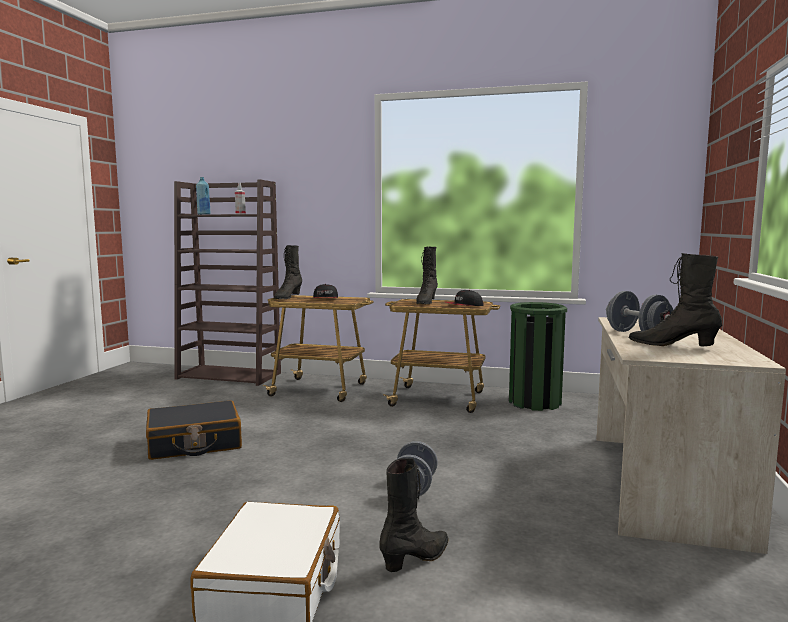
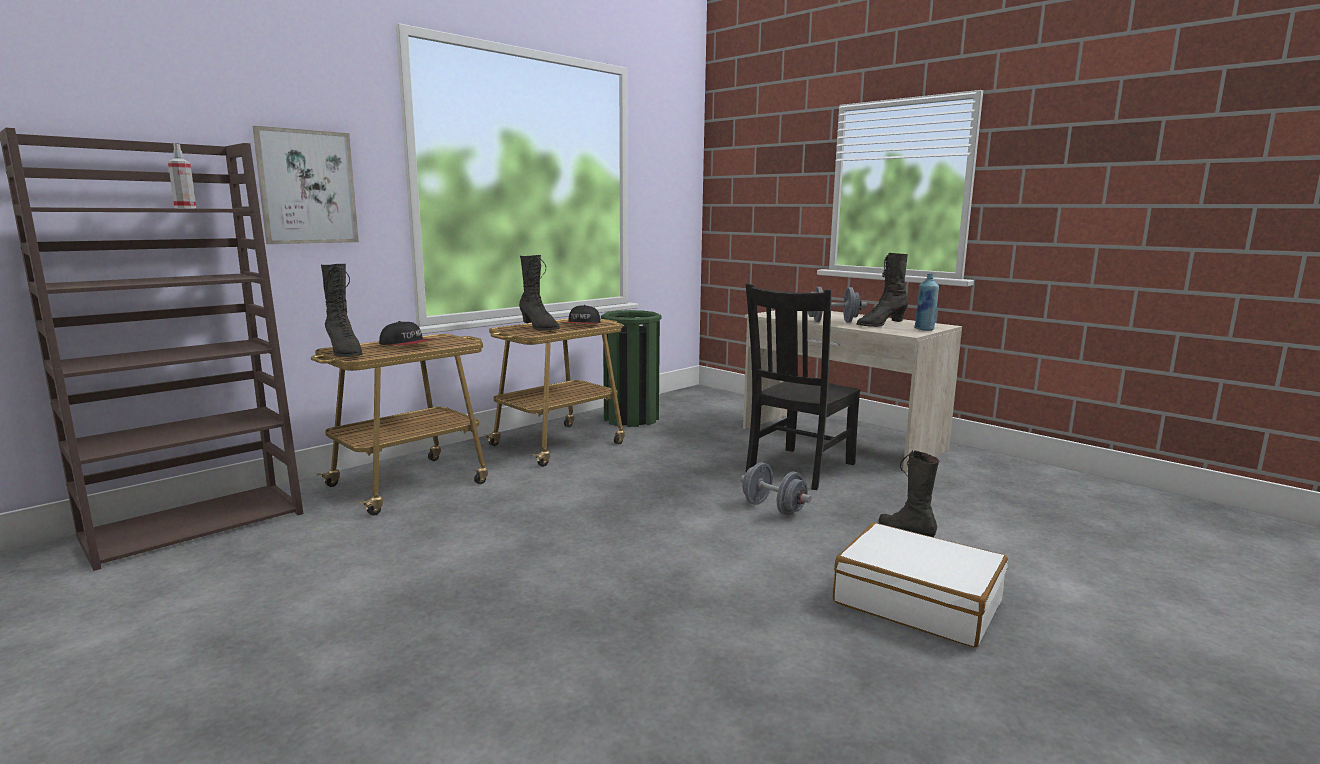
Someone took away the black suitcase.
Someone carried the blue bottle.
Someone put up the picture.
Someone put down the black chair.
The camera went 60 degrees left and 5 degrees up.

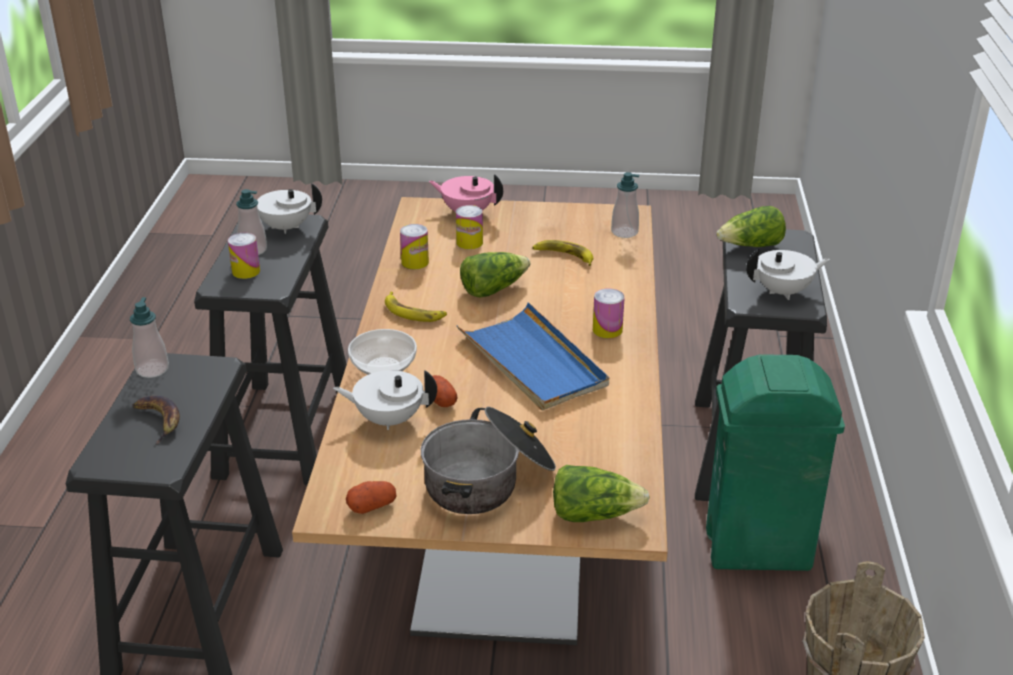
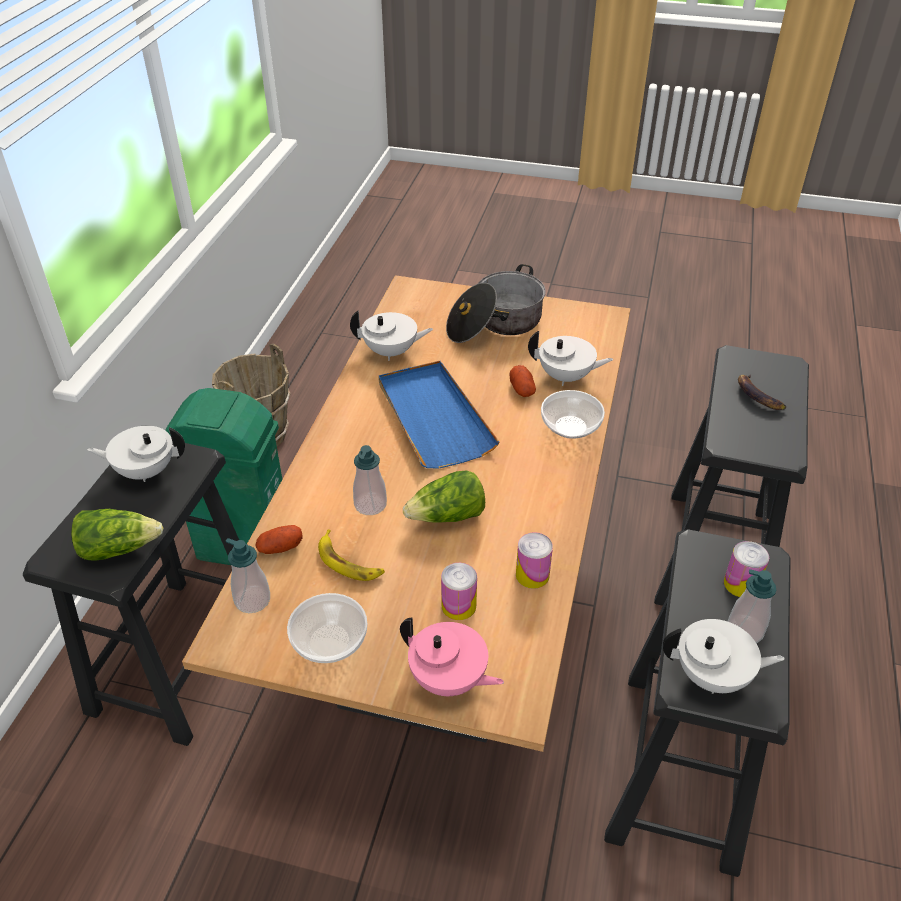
Someone carried the soap dispenser (1st from left in the first image).
Someone carried the potato (1st from left).
Someone took away the banana (2nd from left).
Someone took away the lettuce (2nd from left).
Someone took away the can (4th from left).
Someone put down the bowl (1st from left).
Someone put down the white teapot (2nd from left).
The camera went 170 degrees left and 10 degrees up.

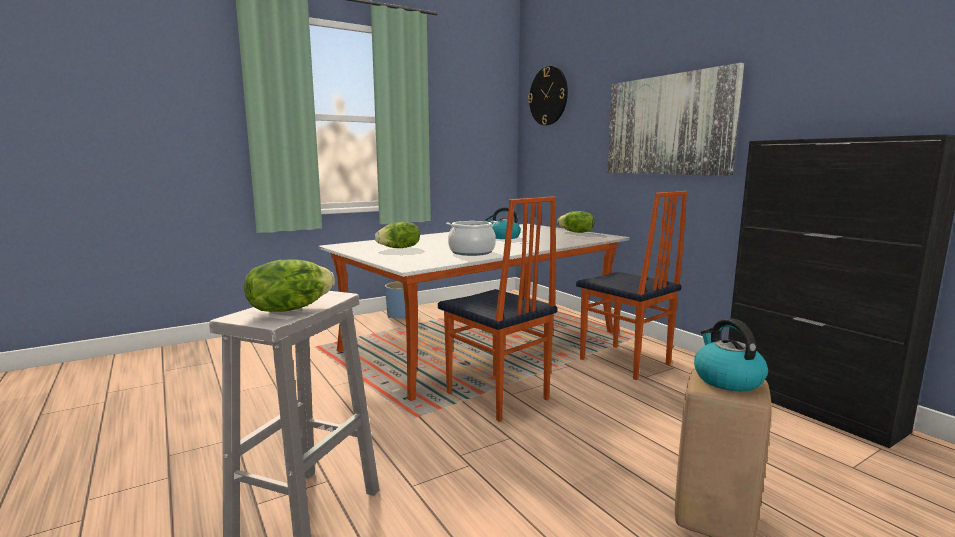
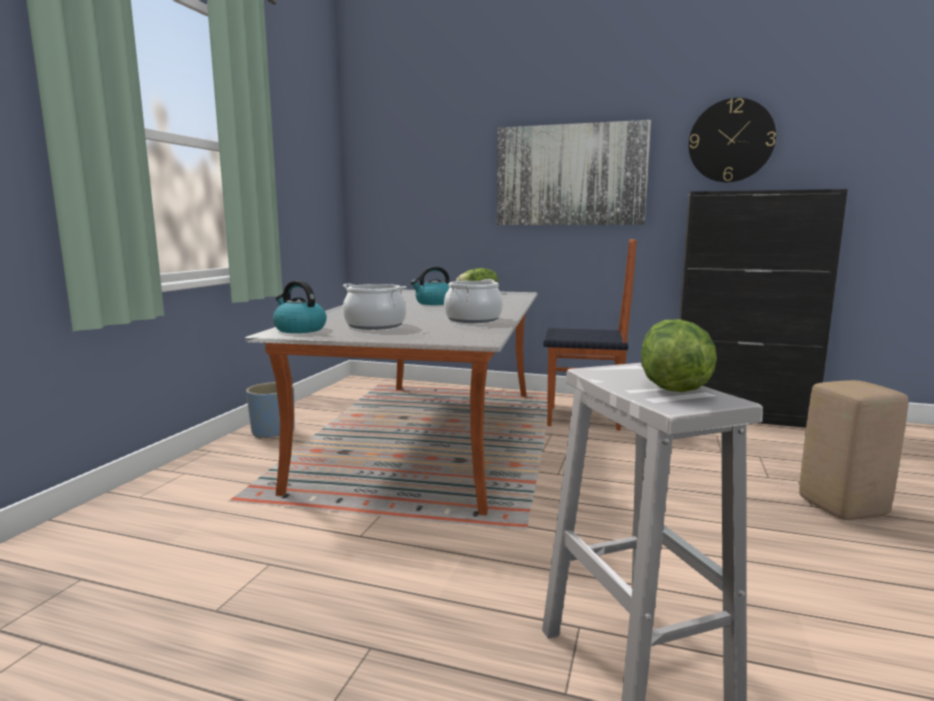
Someone swapped the lettuce (2nd from left) for the cooking pot (1st from left).
Someone took away the chair (1st from left).
Someone carried the wall clock.
Someone carried the kettle (2nd from left in the first image).
The camera went 40 degrees left and 0 degrees up.

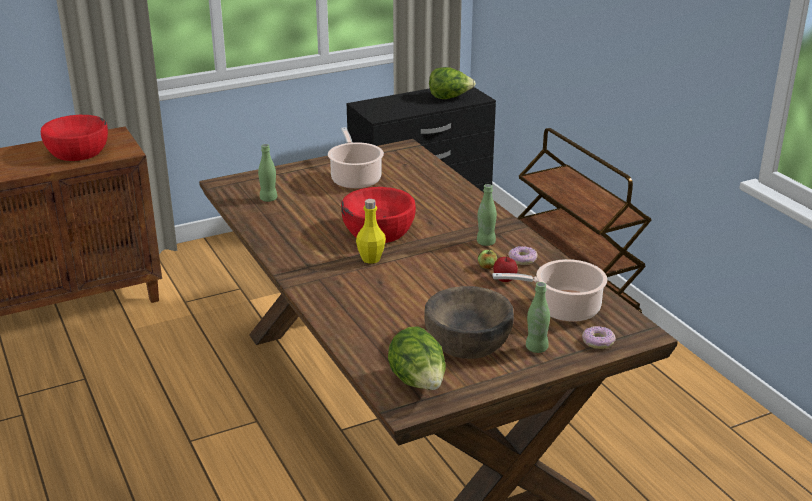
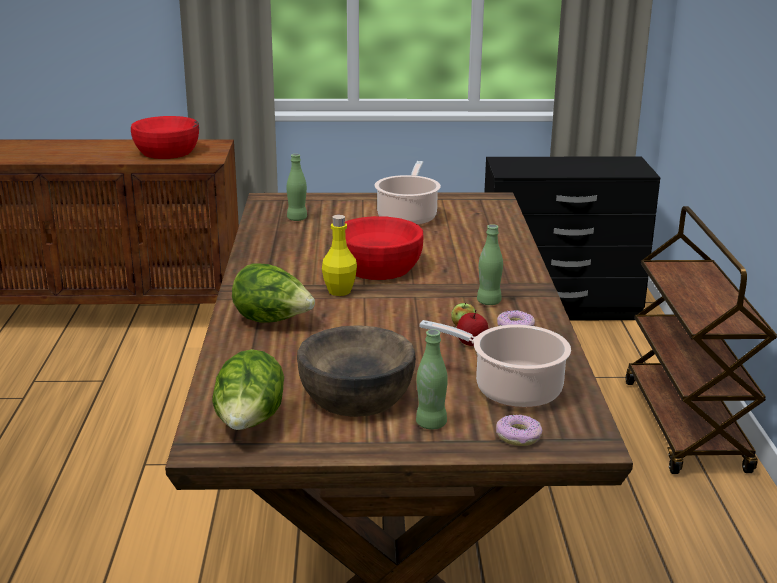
Someone carried the lettuce (2nd from left).
The camera went 25 degrees right and 5 degrees down.

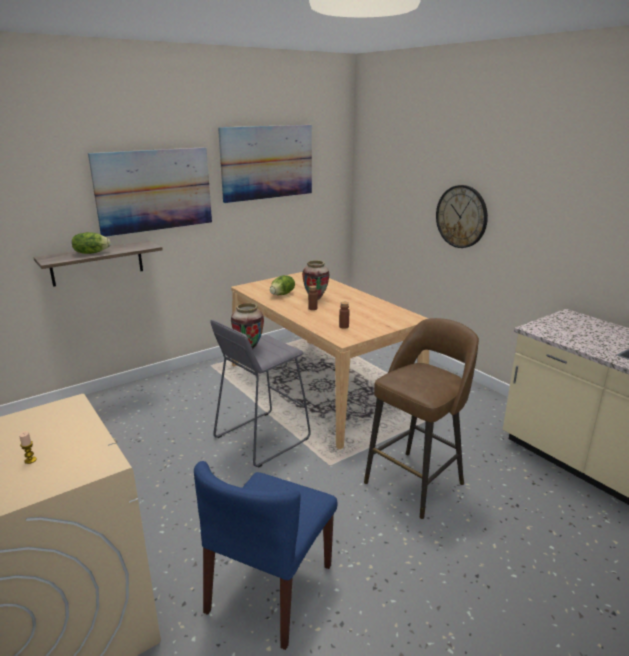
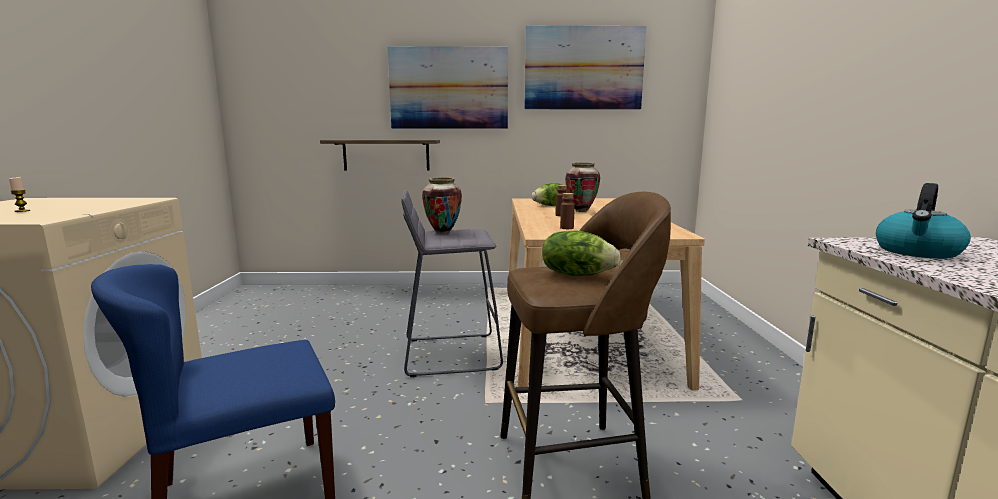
Someone carried the lettuce (1st from left in the first image).
Someone took away the wall clock.
Someone put down the kettle.
The camera went 35 degrees right and 10 degrees down.

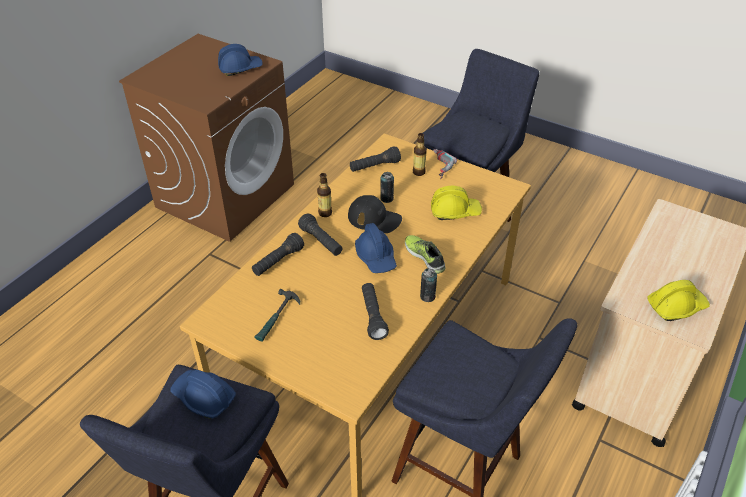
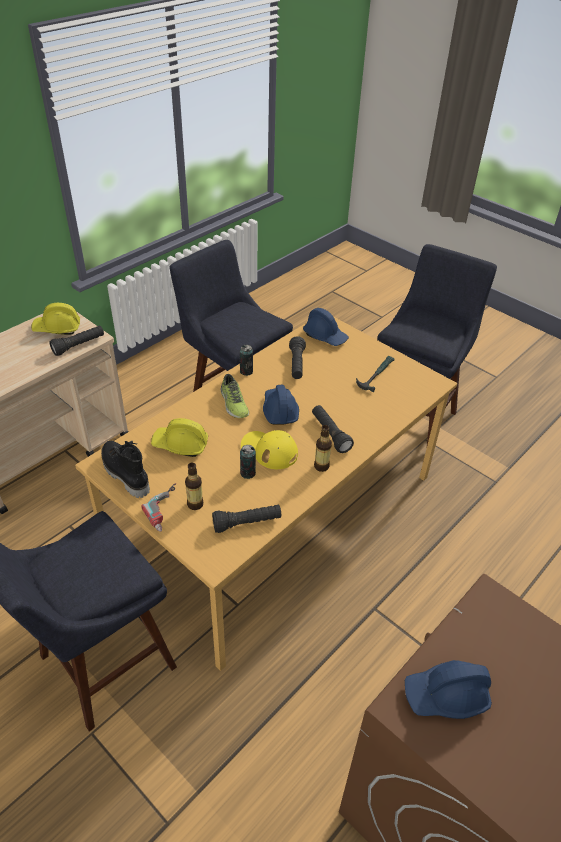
Someone carried the blue hard hat (1st from left in the first image).
Someone carried the black flashlight (1st from left).
Someone repainted the black cap, which became the yellow cap.
Someone put down the black boot.
The camera went 170 degrees left and 0 degrees up.

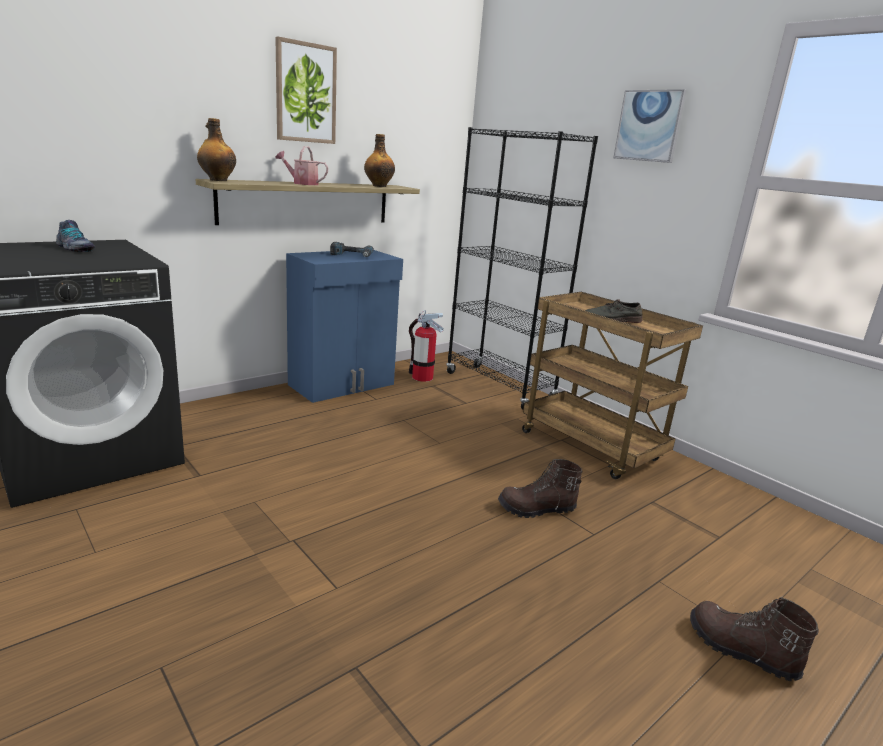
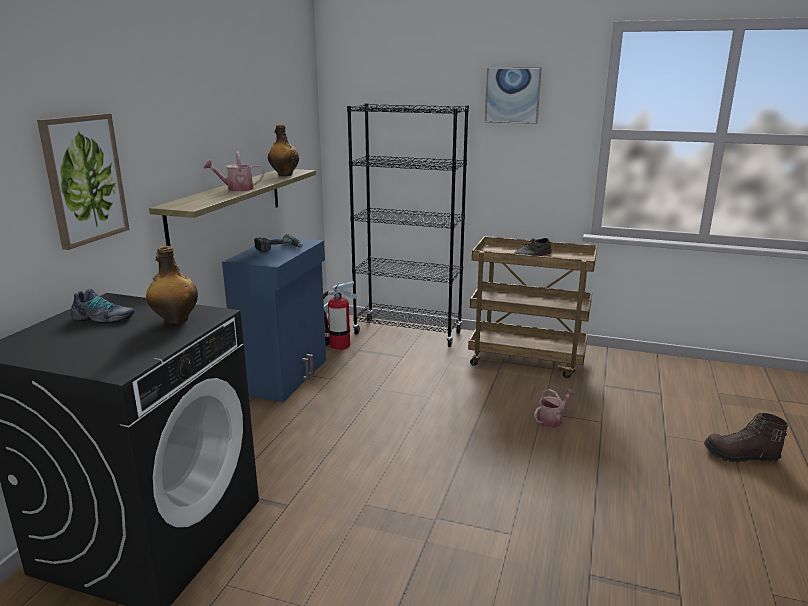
Someone carried the bottle (1st from left).
Someone carried the picture (1st from left).
Someone swapped the brown boot (1st from left) for the watering can (2nd from left).
The camera went 30 degrees left and 0 degrees up.

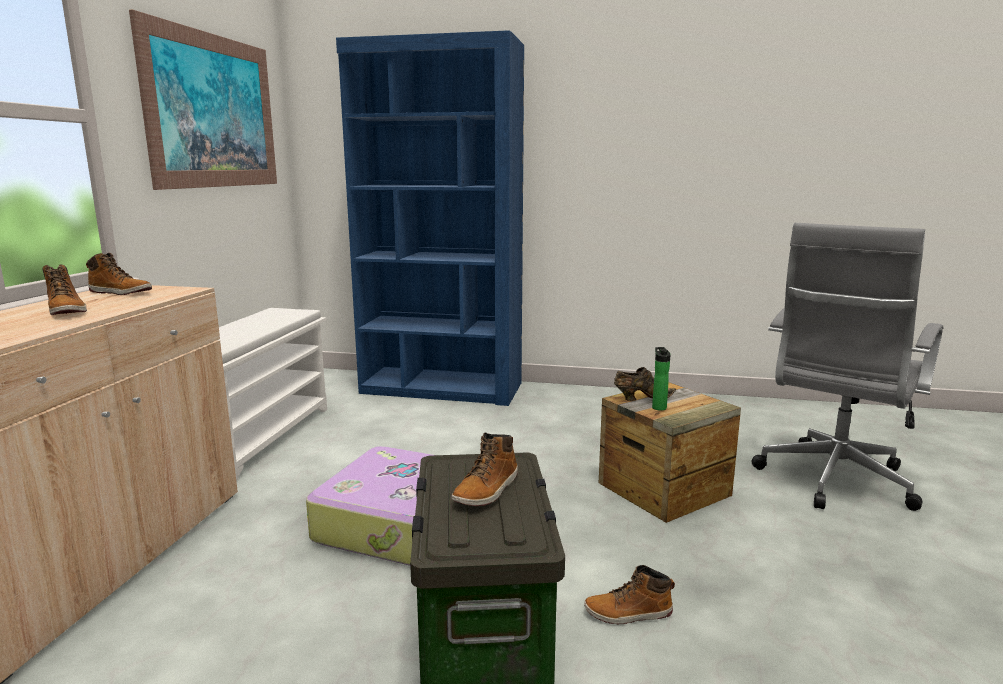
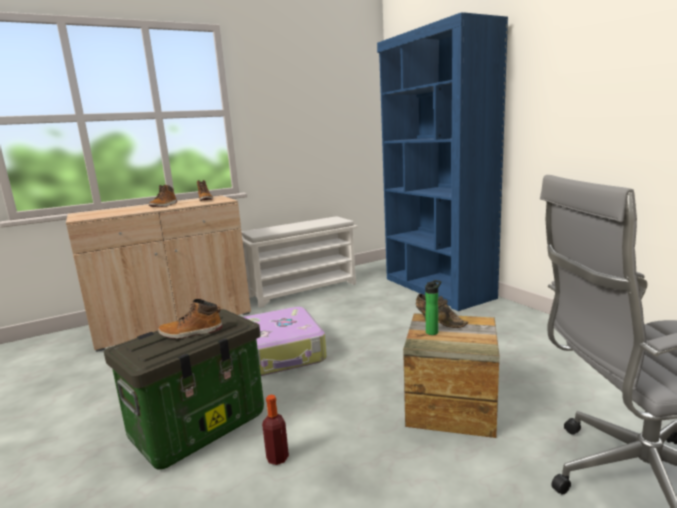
Someone took away the picture.
Someone swapped the boot (4th from left) for the bottle (1st from left).
The camera went 50 degrees right and 0 degrees up.

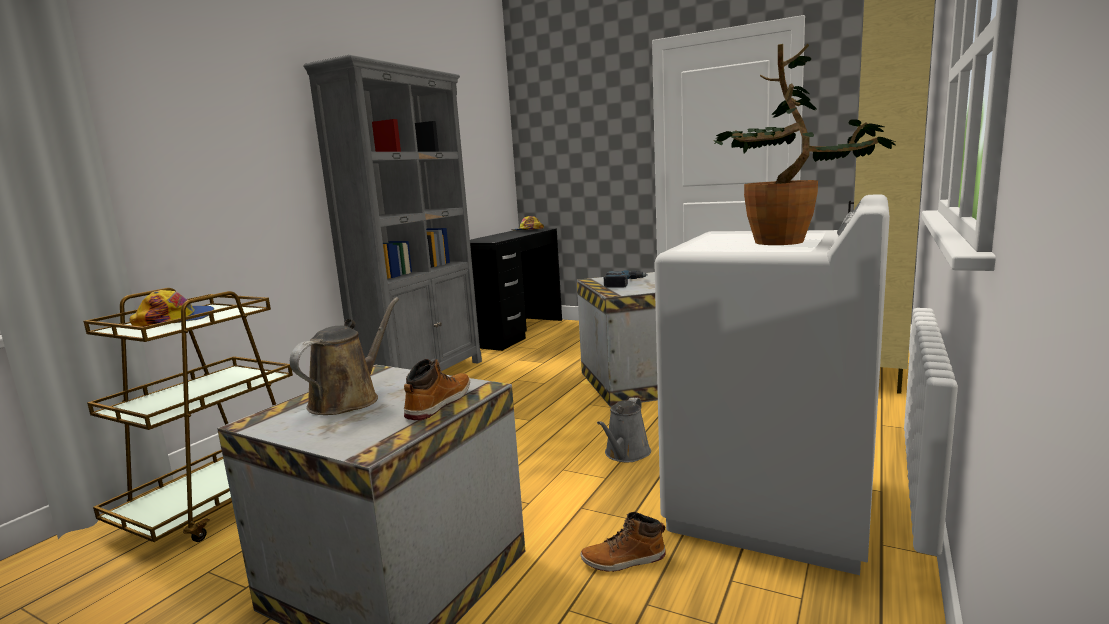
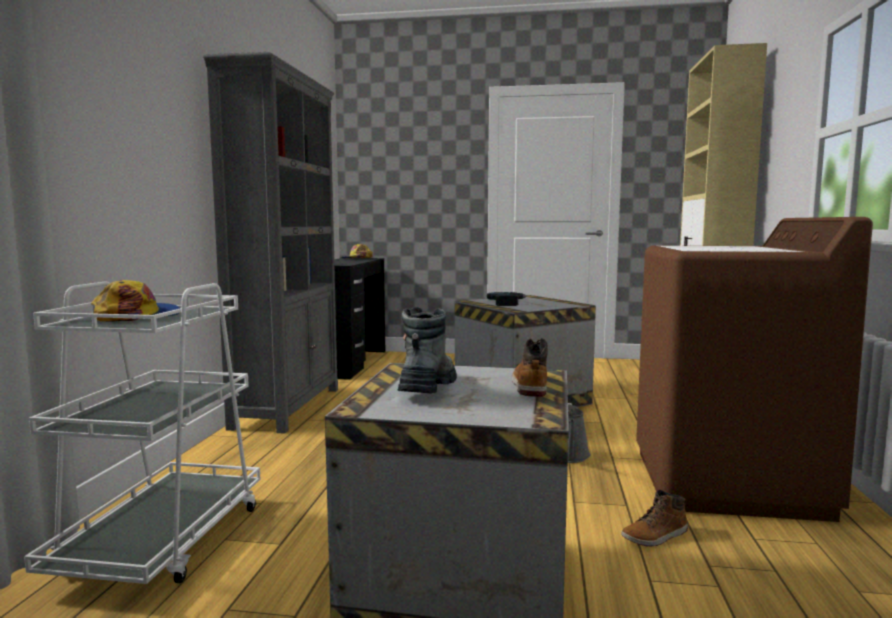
Someone repainted the brown cart, which became the white cart.
Someone swapped the brown watering can for the boot (1st from left).
Someone repainted the white washing machine, which became the brown washing machine.
Someone took away the potted plant.
The camera went 20 degrees left and 5 degrees down.

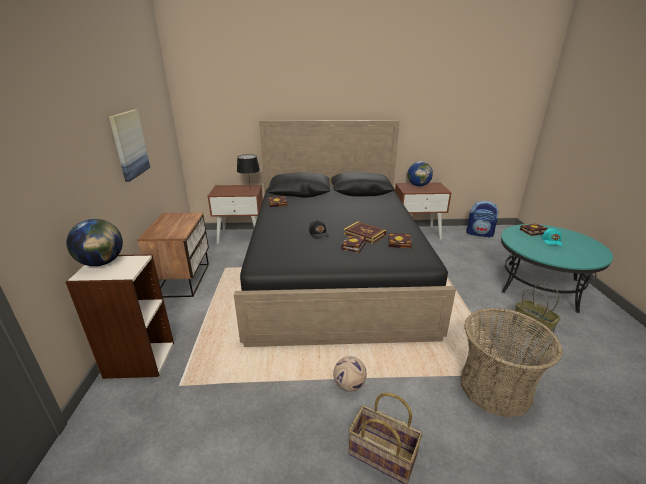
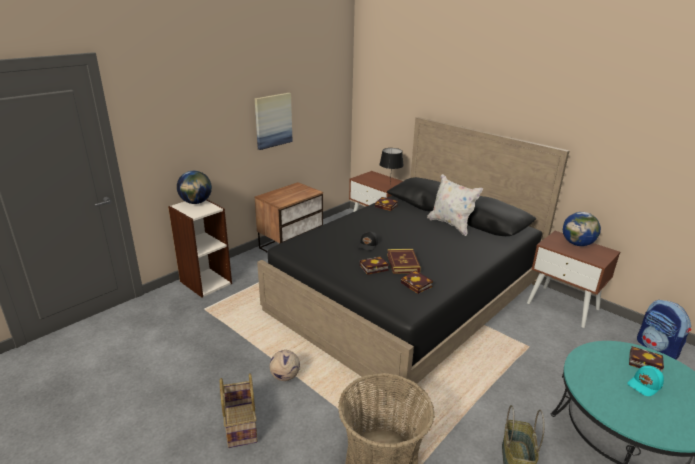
Someone put down the white pillow.
The camera went 45 degrees right and 0 degrees up.

